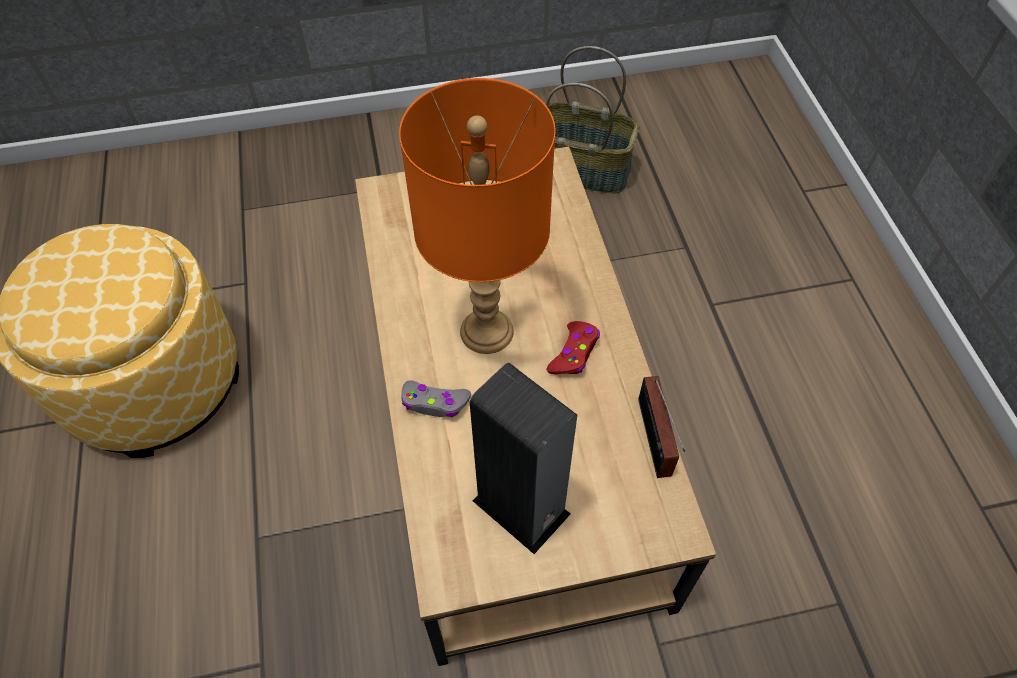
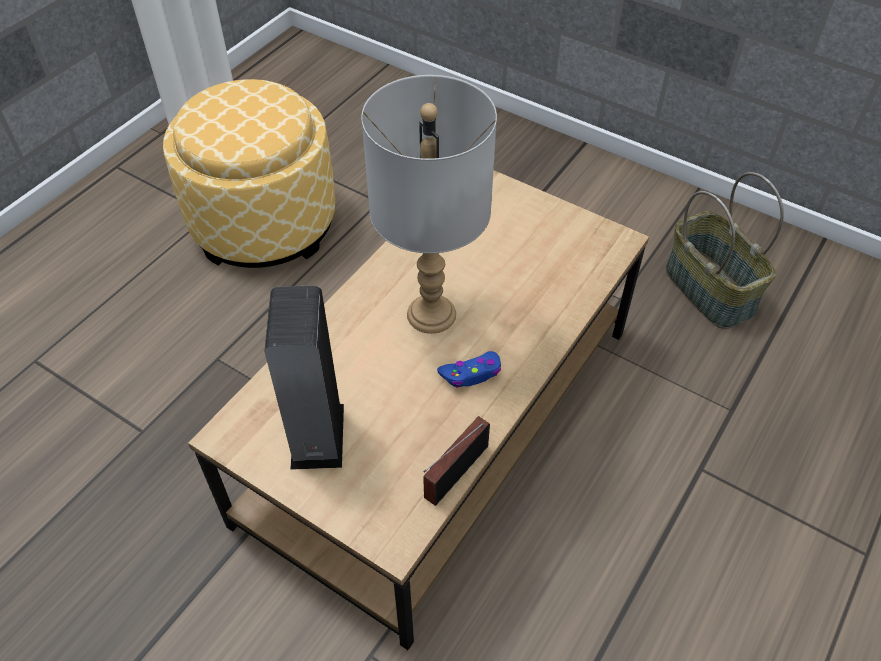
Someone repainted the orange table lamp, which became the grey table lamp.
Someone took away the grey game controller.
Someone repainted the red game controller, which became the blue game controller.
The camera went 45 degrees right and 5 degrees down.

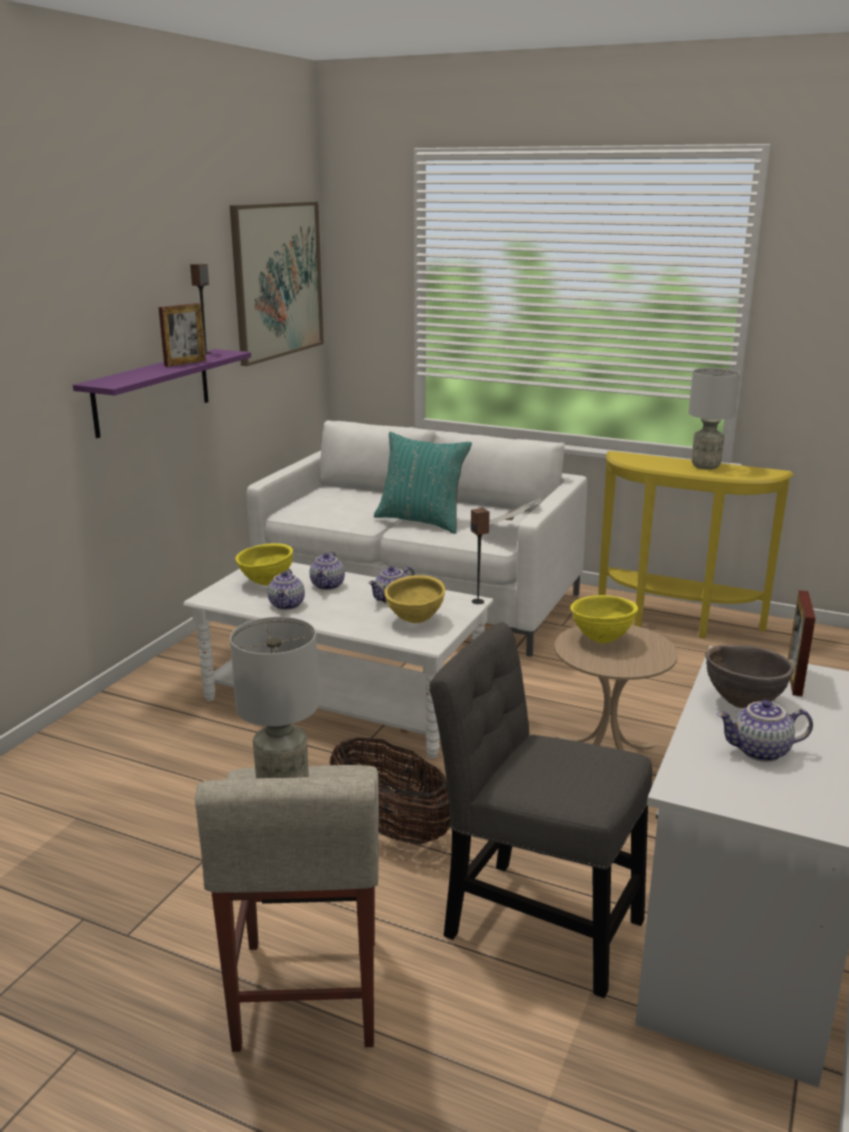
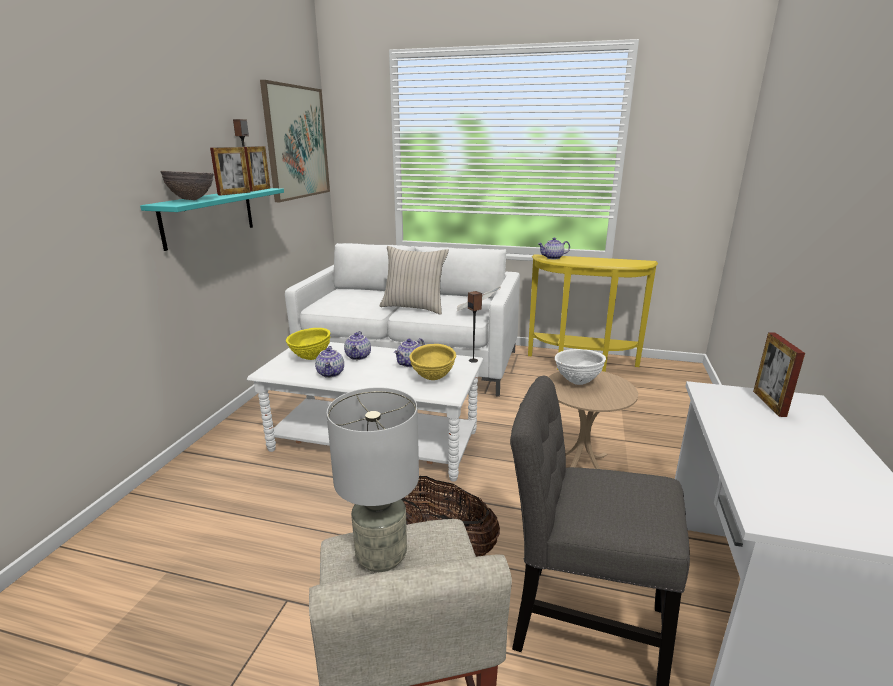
Someone repainted the purple shelf, which became the turquoise shelf.
Someone repainted the turquoise pillow, which became the beige pillow.
Someone repainted the yellow bowl (3rd from left), which became the white bowl.
Someone took away the grey table lamp (2nd from left).
Someone carried the brown bowl.
Someone carried the teapot (4th from left).
Someone put down the picture frame (2nd from left).
The camera went 10 degrees left and 0 degrees up.

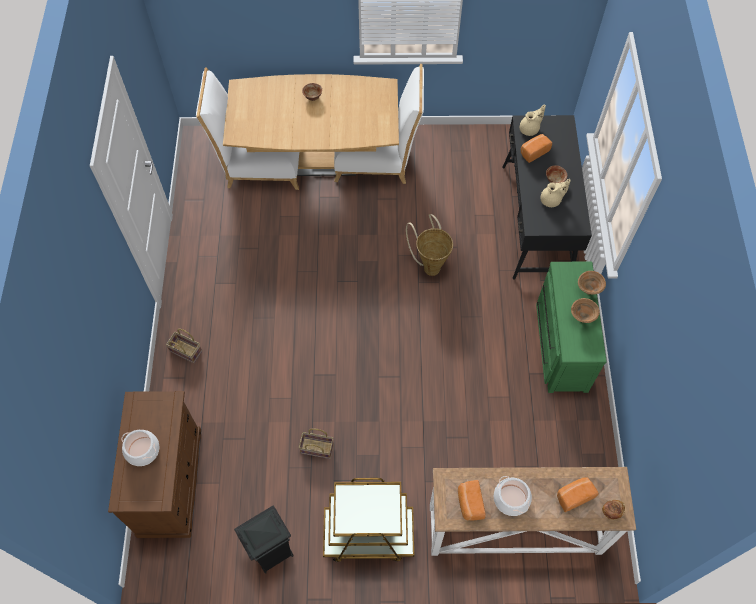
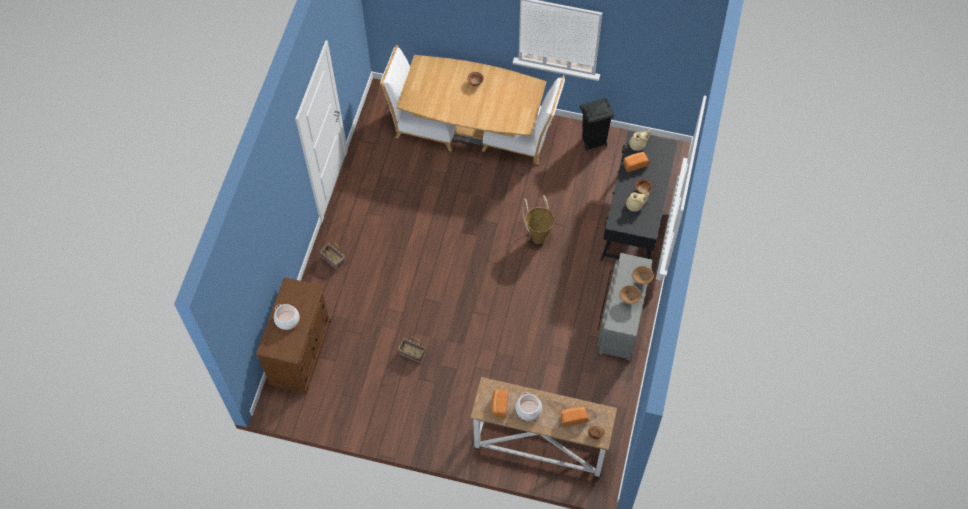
Someone carried the black trash can.
Someone took away the brown cart.
Someone repainted the green dresser, which became the grey dresser.
The camera went 15 degrees right and 0 degrees up.

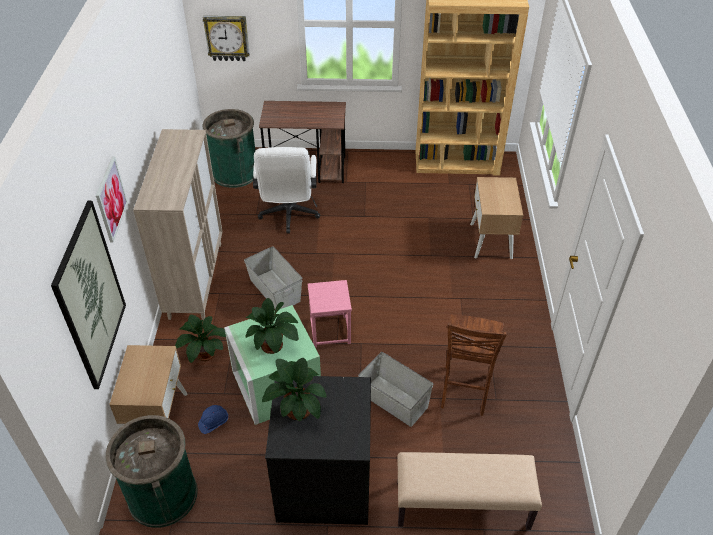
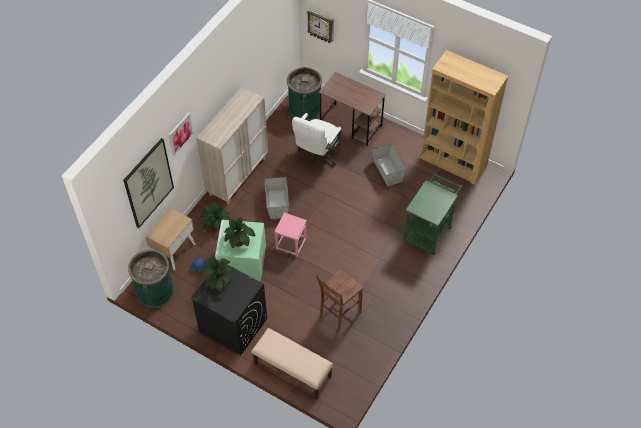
Someone carried the grey storage box (2nd from left).
Someone swapped the beige nightstand (2nd from left) for the green cart.
The camera went 30 degrees right and 10 degrees up.

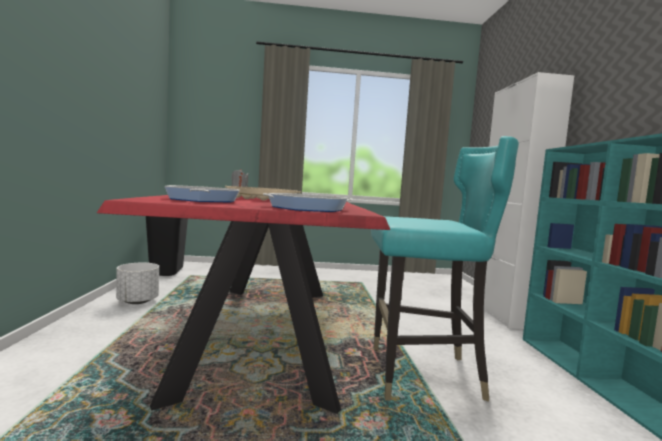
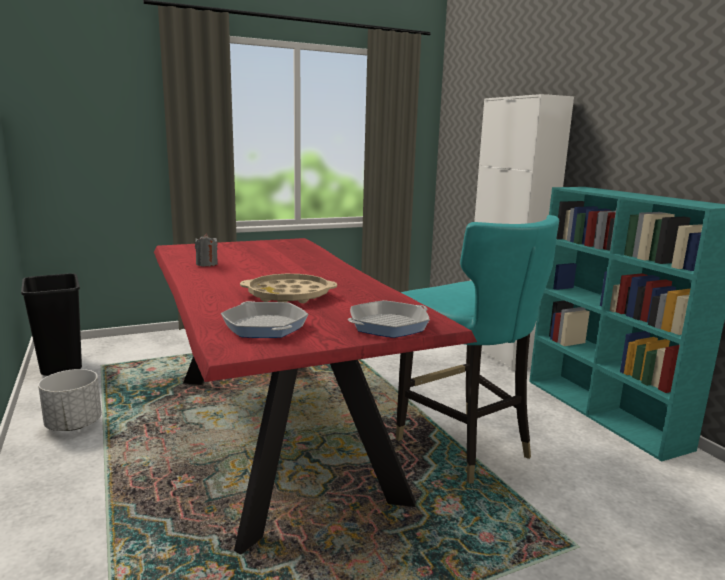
Someone rotated the turquoise chair by 75 degrees clockwise.
The camera went 20 degrees left and 10 degrees up.

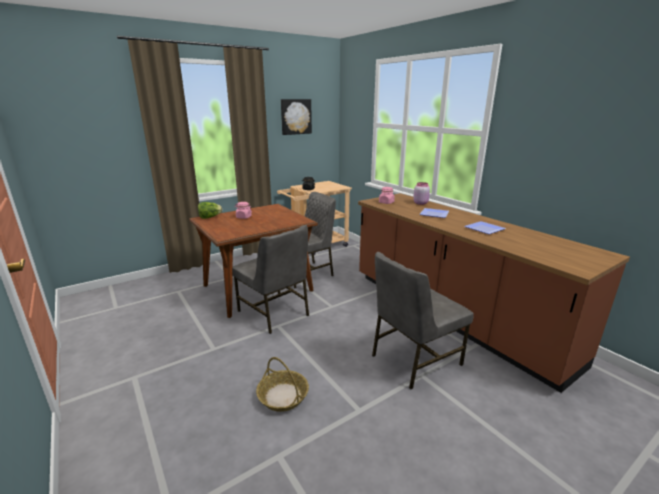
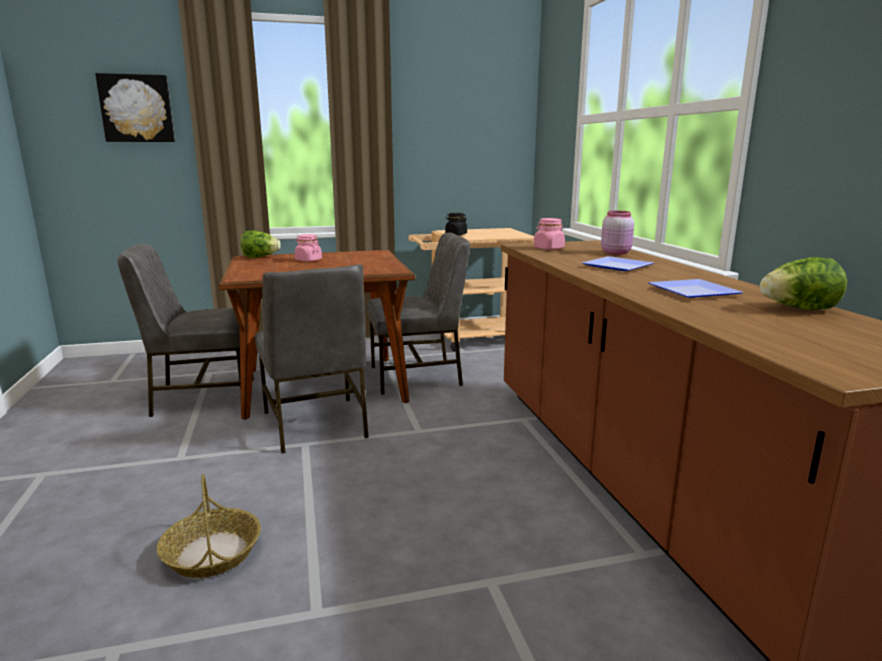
Someone carried the picture.
Someone carried the grey chair (3rd from left in the first image).
Someone put down the lettuce (2nd from left).
The camera went 20 degrees right and 5 degrees down.

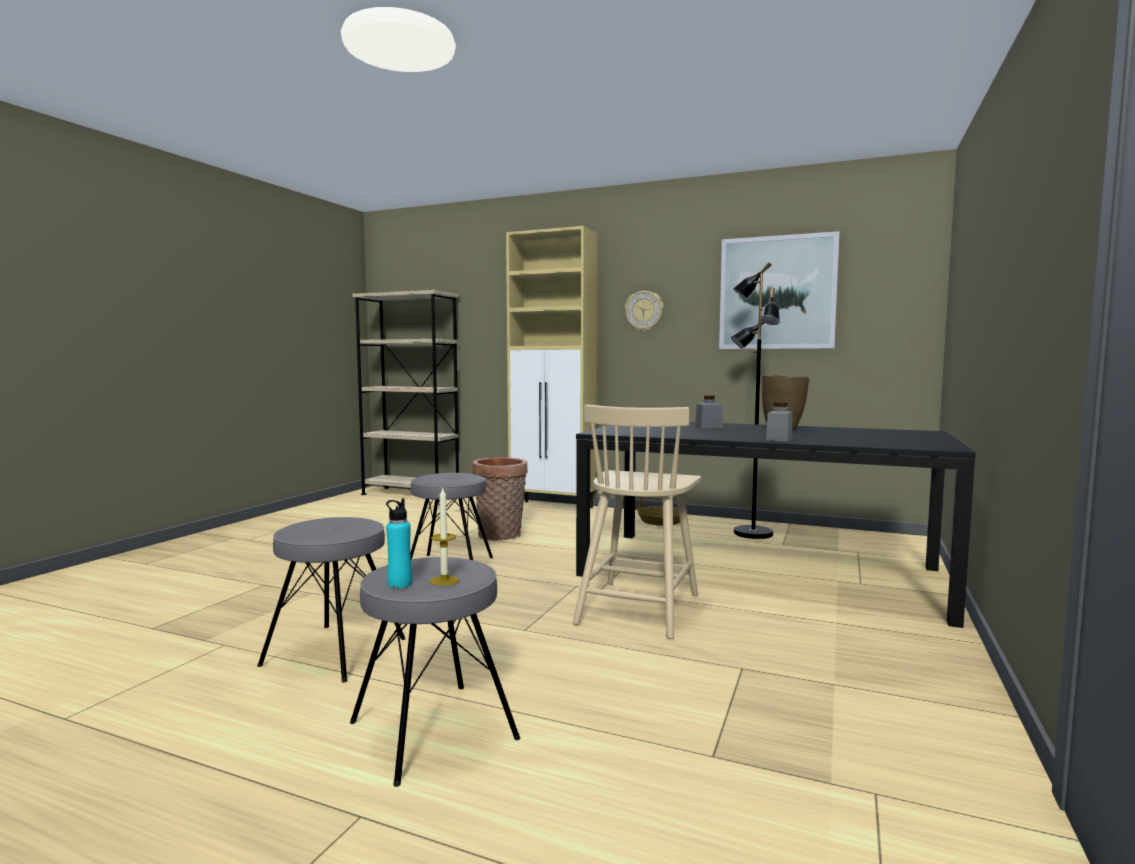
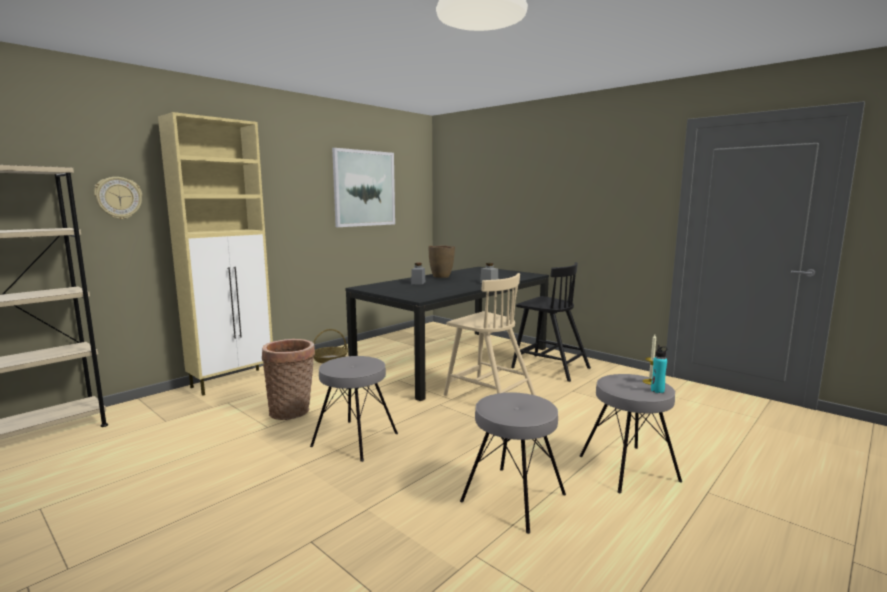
Someone carried the wall clock.
Someone took away the black floor lamp.
Someone put down the black chair.
The camera went 70 degrees left and 5 degrees up.

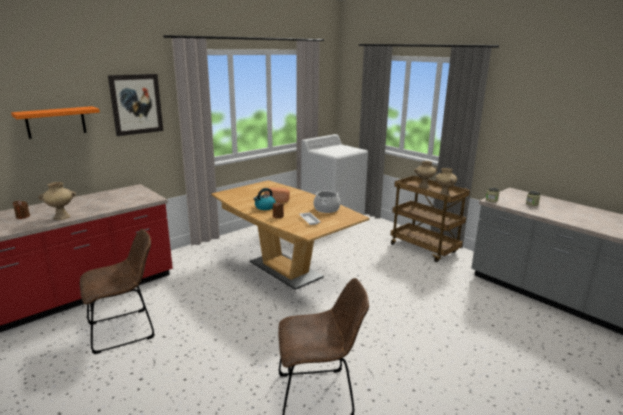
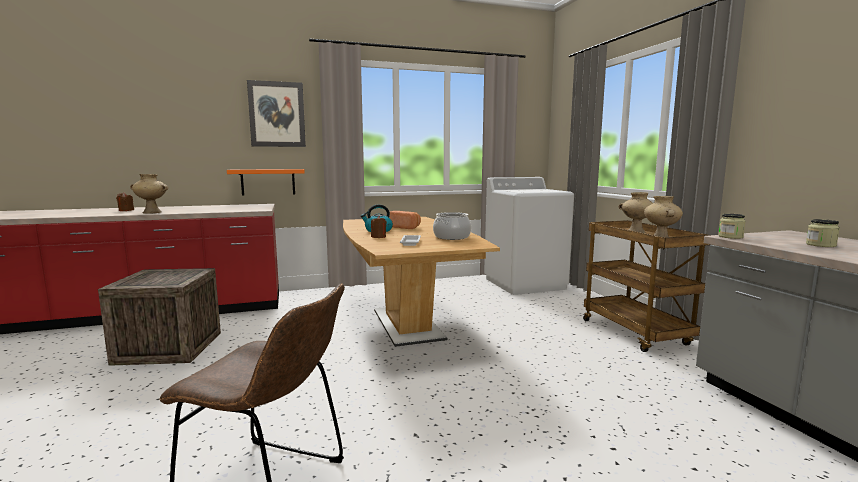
Someone carried the orange shelf.
Someone swapped the brown chair (1st from left) for the crate.
The camera went 25 degrees right and 10 degrees down.

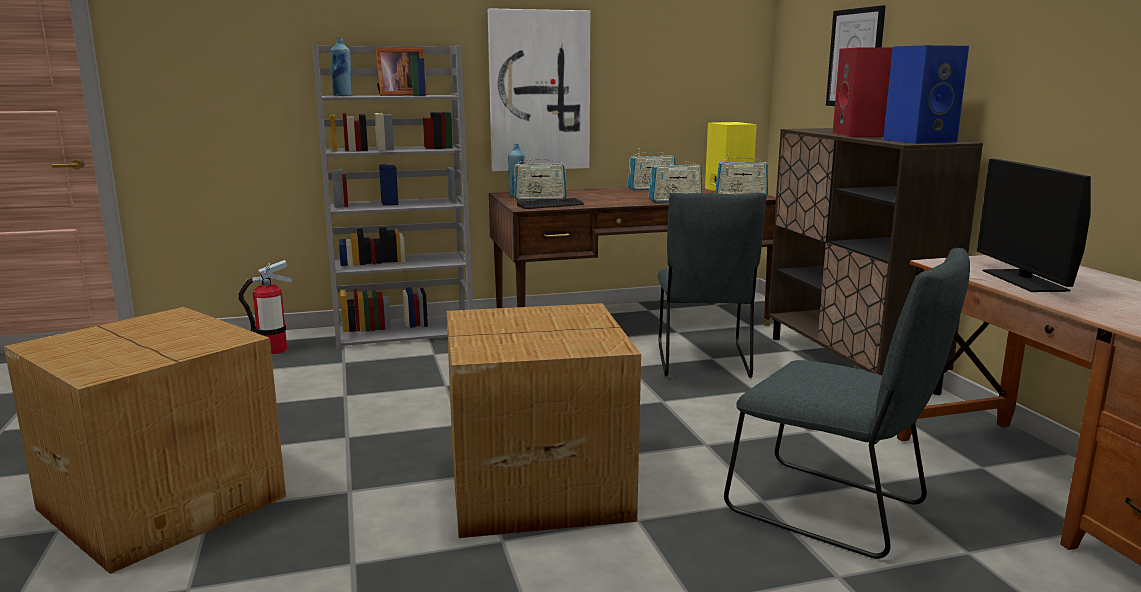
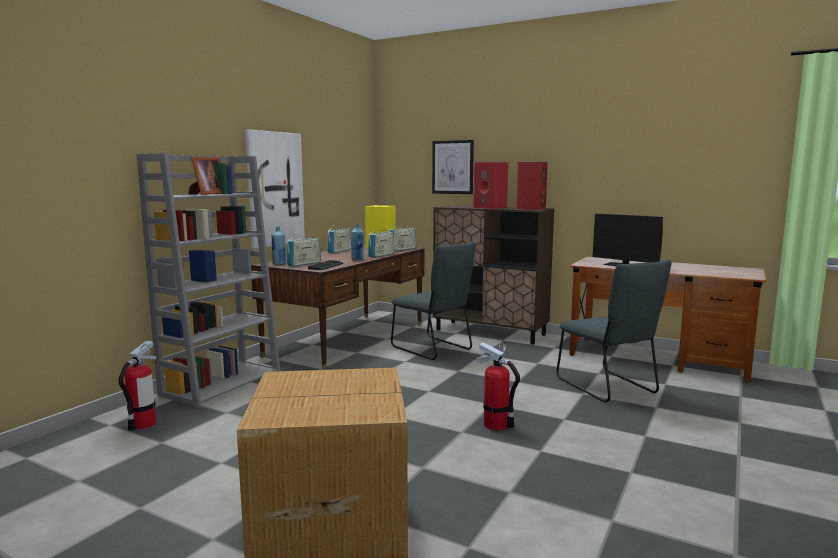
Someone carried the blue bottle (1st from left in the first image).
Someone swapped the cardboard box (2nd from left) for the fire extinguisher (2nd from left).
Someone rotated the grey chair (2nd from left) by 75 degrees clockwise.
Someone repainted the blue speaker, which became the red speaker (2nd from left).
The camera went 45 degrees left and 5 degrees down.

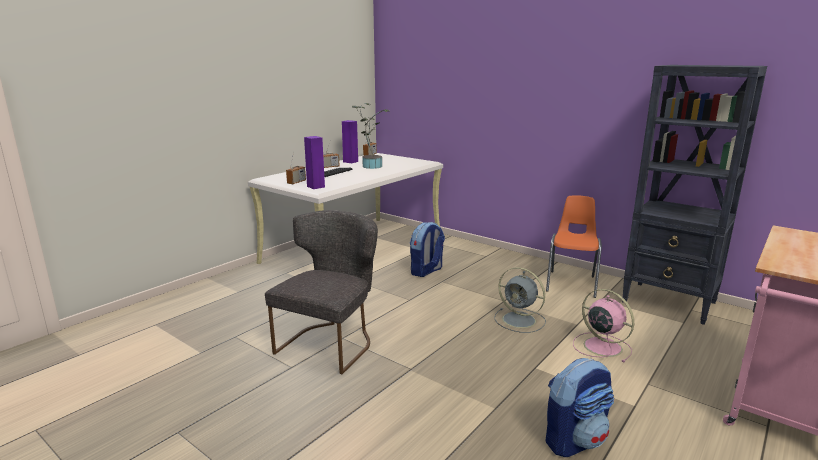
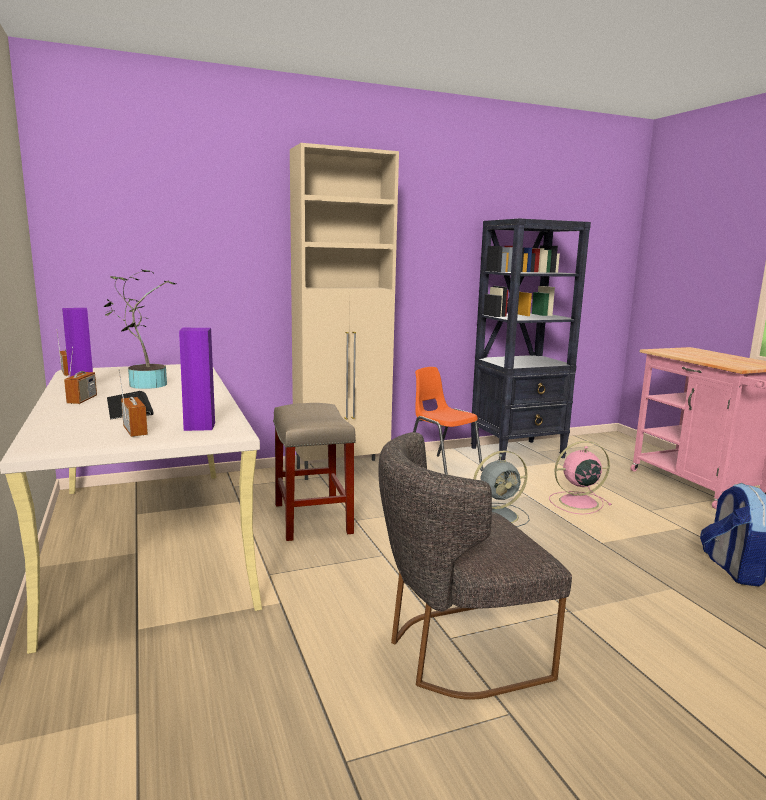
Someone rotated the grey chair by 75 degrees counterclockwise.
Someone swapped the backpack (1st from left) for the beige stool.
Someone put down the beige cabinet.
The camera went 60 degrees left and 5 degrees down.

